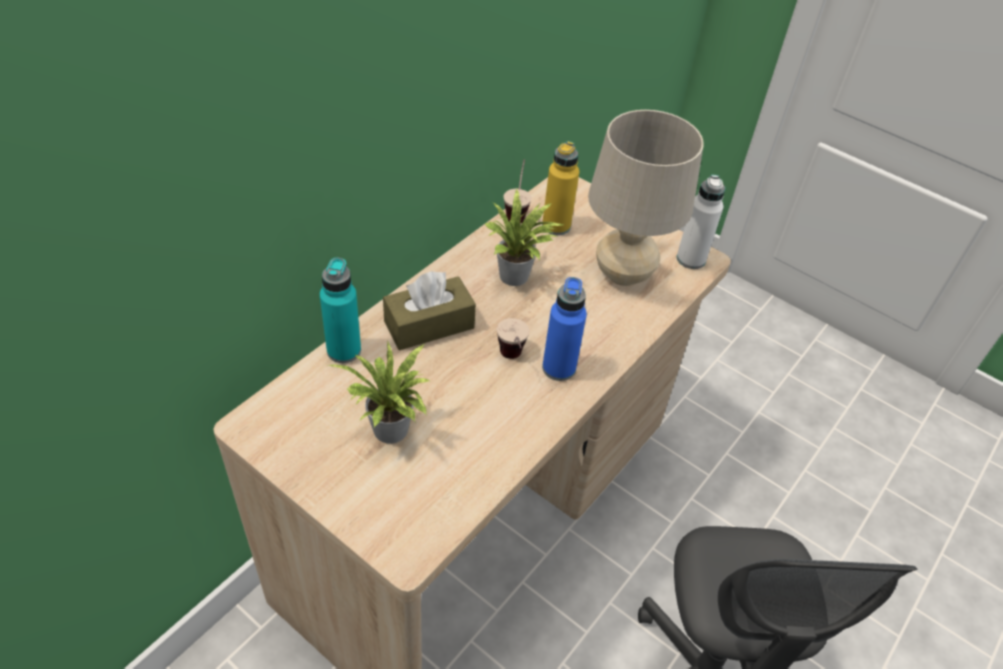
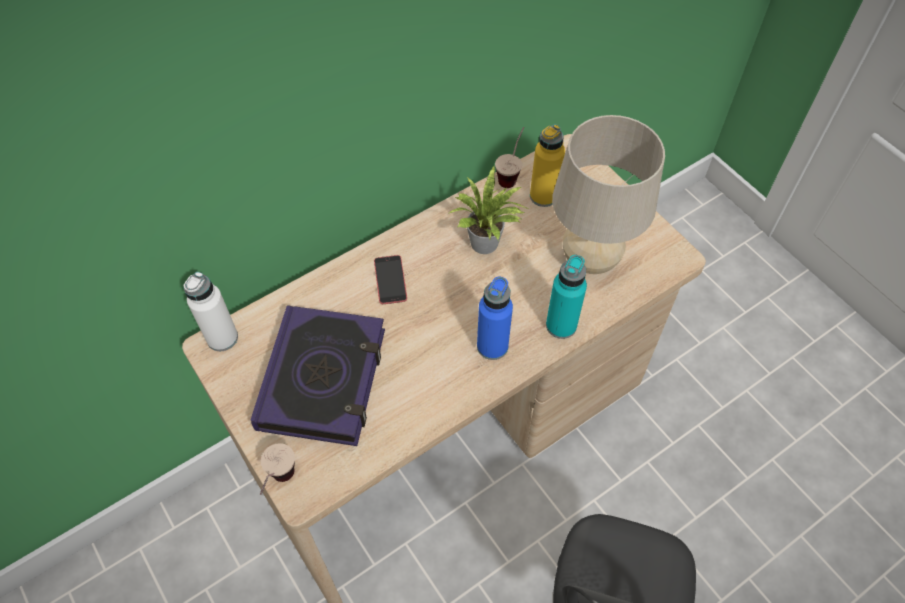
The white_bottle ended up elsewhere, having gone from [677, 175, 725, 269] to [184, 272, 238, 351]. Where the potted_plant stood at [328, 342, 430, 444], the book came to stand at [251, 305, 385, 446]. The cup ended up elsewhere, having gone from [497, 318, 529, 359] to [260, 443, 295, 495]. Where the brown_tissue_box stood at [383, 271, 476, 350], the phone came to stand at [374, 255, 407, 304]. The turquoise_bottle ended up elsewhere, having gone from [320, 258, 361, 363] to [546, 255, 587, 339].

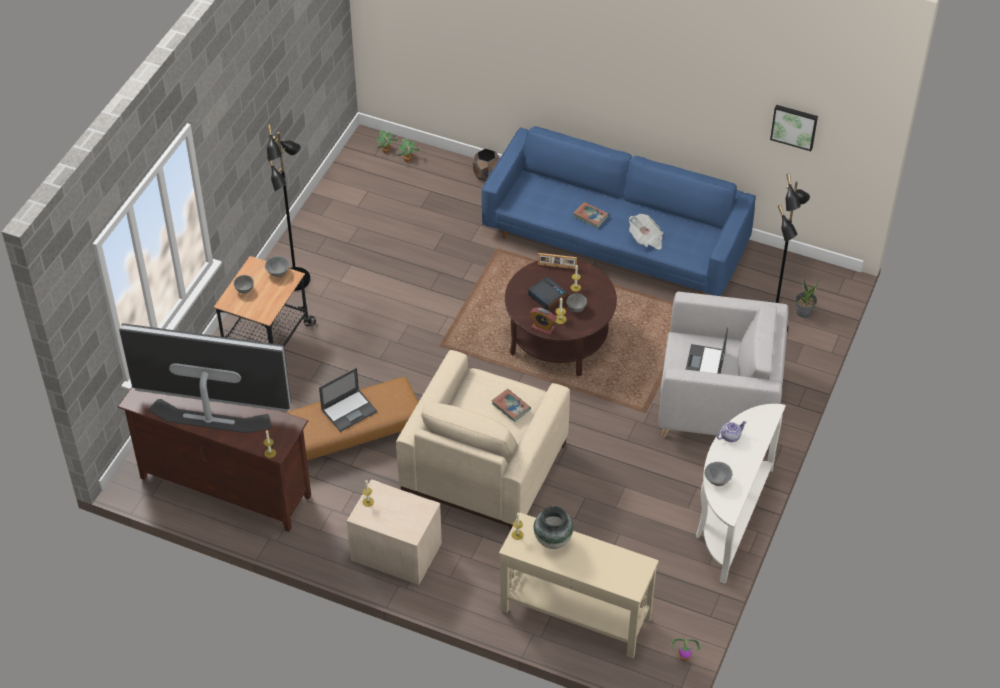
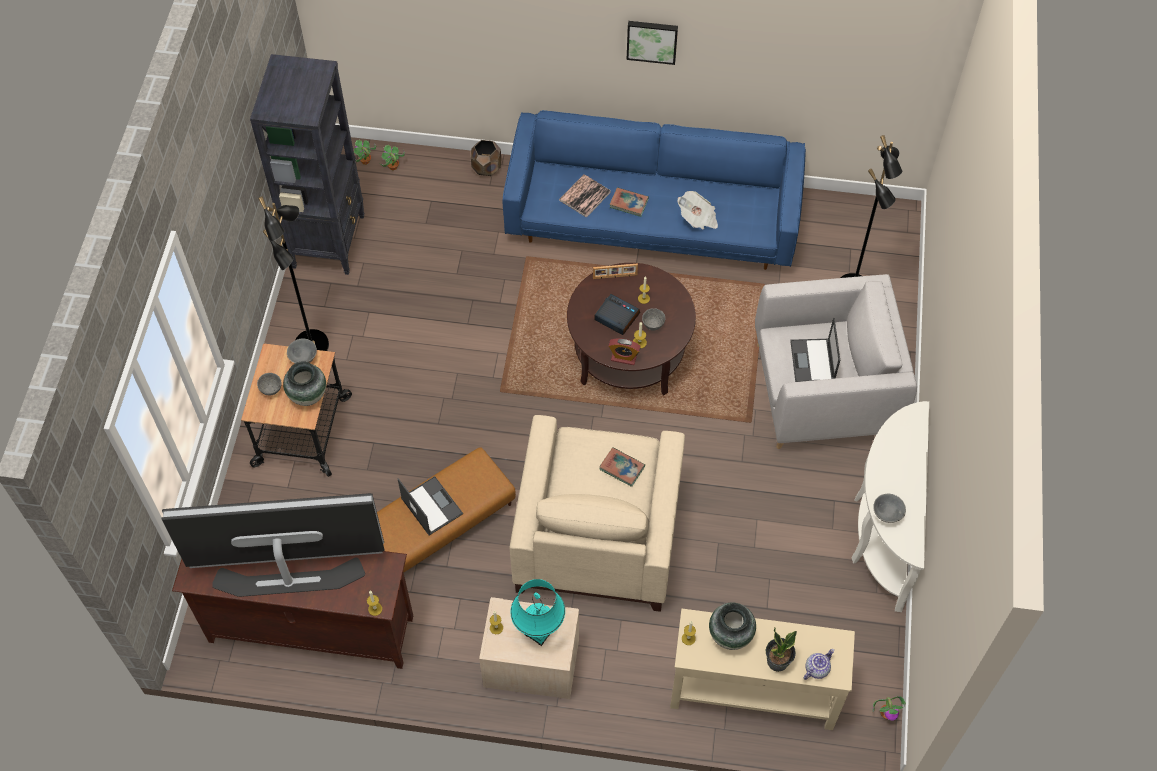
The second view gained the black_bookcase at [250, 54, 365, 275]. The second view gained the vase at [283, 361, 326, 406]. The laptop at [319, 368, 377, 432] ended up facing another way, 75 degrees counterclockwise from before. The second view gained the turquoise_table_lamp at [510, 579, 565, 646]. The second view gained the book at [559, 174, 611, 217]. The picture ended up elsewhere, having gone from [770, 105, 818, 151] to [627, 21, 678, 65]. The potted_plant ended up elsewhere, having gone from [796, 274, 819, 318] to [766, 627, 797, 672]. The teapot ended up elsewhere, having gone from [717, 421, 747, 442] to [804, 649, 834, 680].

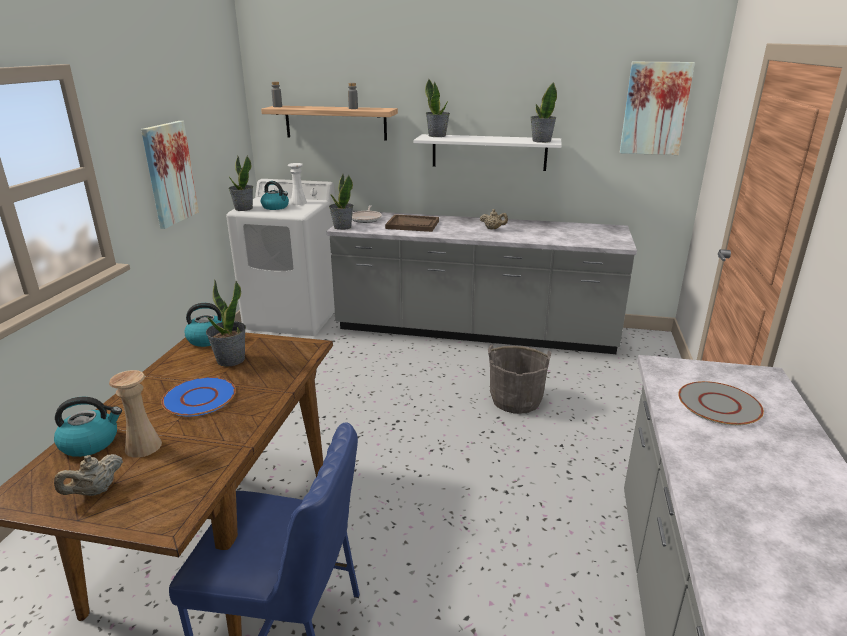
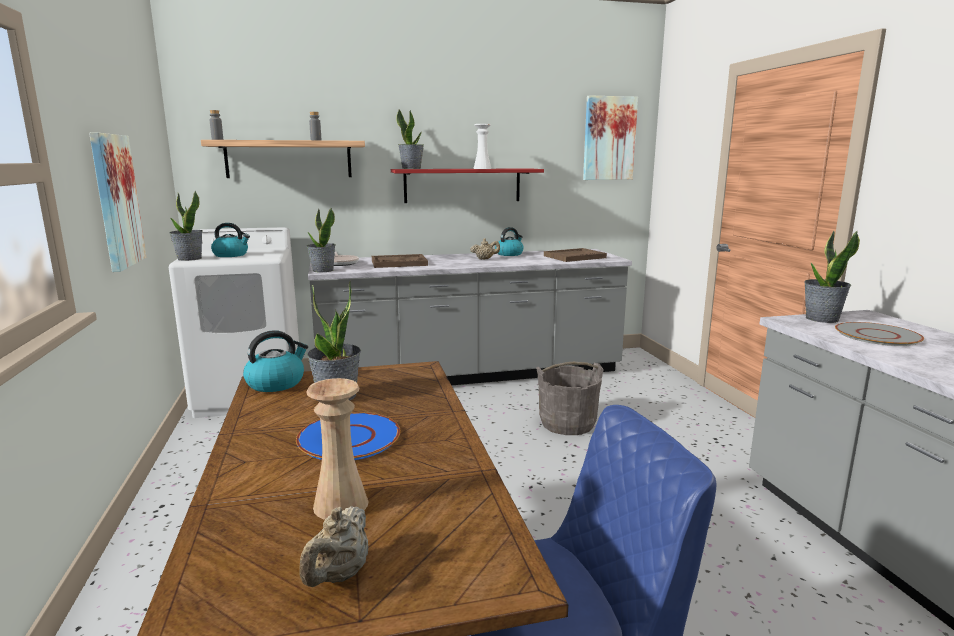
What was the white_shelf at [413, 134, 561, 171] turned into the red_shelf at [391, 168, 544, 203]. The white_vase ended up elsewhere, having gone from [288, 163, 307, 205] to [473, 124, 491, 169]. The kettle ended up elsewhere, having gone from [54, 397, 122, 457] to [495, 227, 524, 256]. The second view gained the brown_tray at [544, 248, 607, 262]. The potted_plant ended up elsewhere, having gone from [530, 82, 557, 143] to [804, 230, 860, 323].

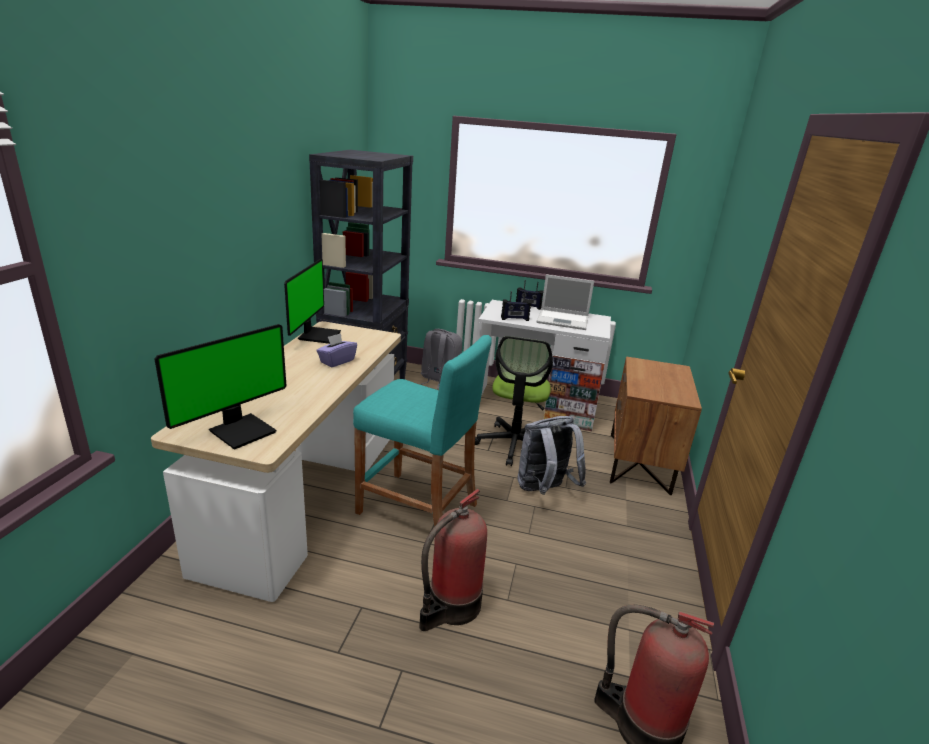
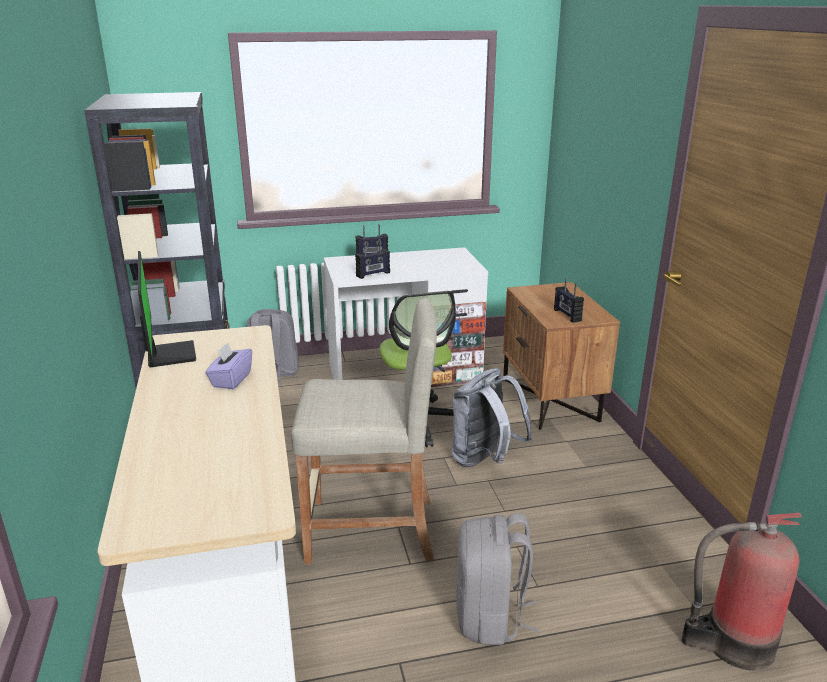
What was the turquoise_stool at [353, 335, 492, 527] turned into the beige_stool at [291, 297, 437, 564]. Where the fire_extinguisher stood at [419, 489, 487, 631], the grey_backpack came to stand at [457, 513, 541, 645]. The second view gained the radio at [554, 277, 584, 323]. The second view lost the monitor at [155, 324, 287, 450]. The second view lost the laptop at [536, 274, 594, 330].

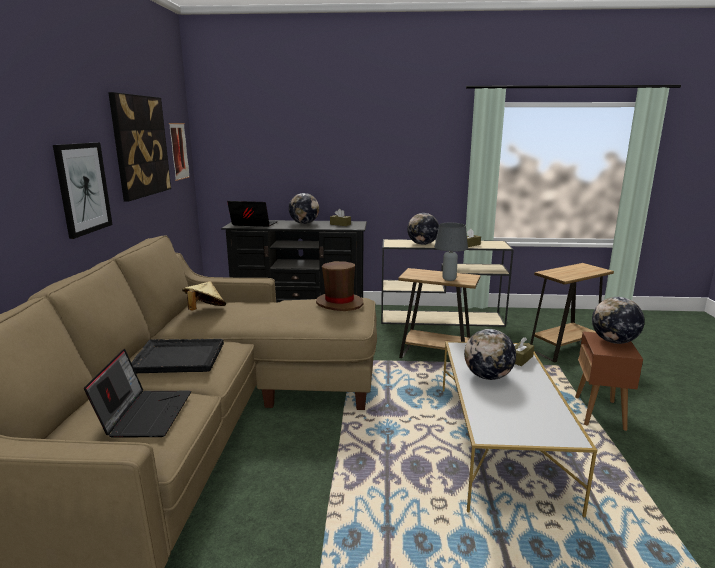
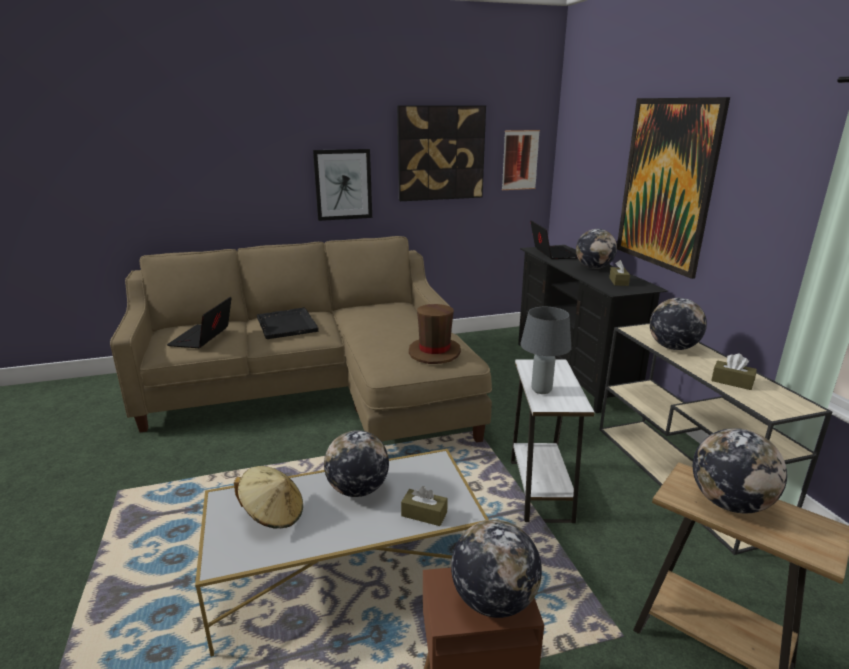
The laptop at [84, 349, 191, 438] ended up facing another way, 120 degrees clockwise from before. The beige_hat ended up elsewhere, having gone from [182, 281, 226, 311] to [234, 466, 303, 529]. What was the brown_side_table at [398, 268, 481, 358] turned into the white_side_table at [511, 359, 595, 523]. The second view gained the picture at [617, 97, 730, 279]. The second view gained the globe at [693, 428, 787, 513].

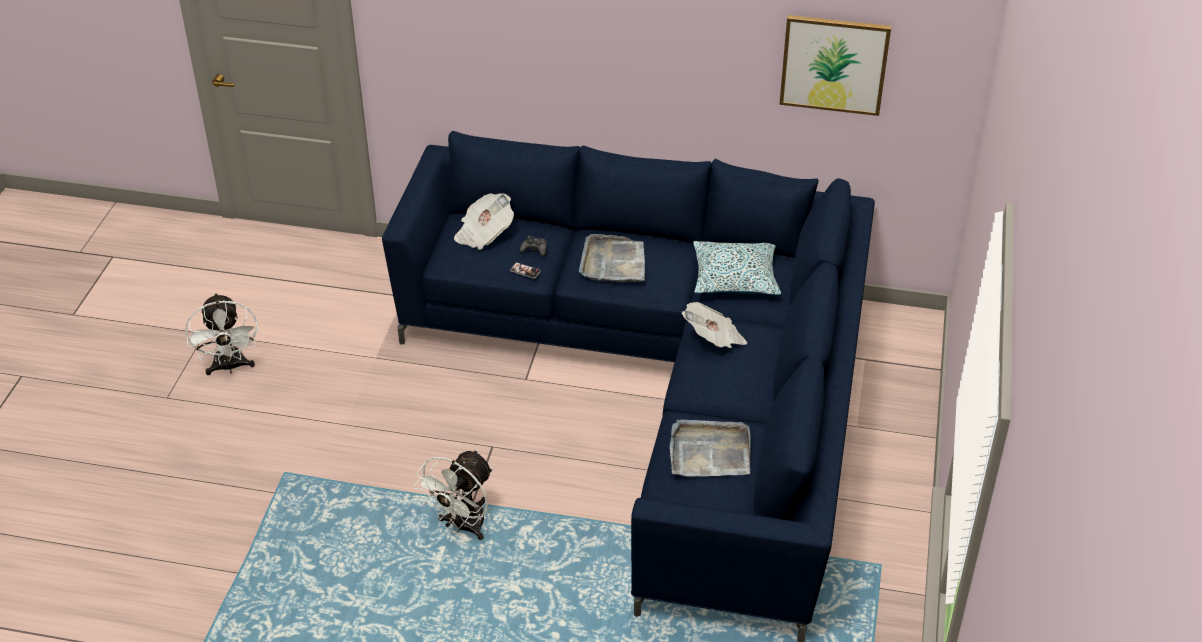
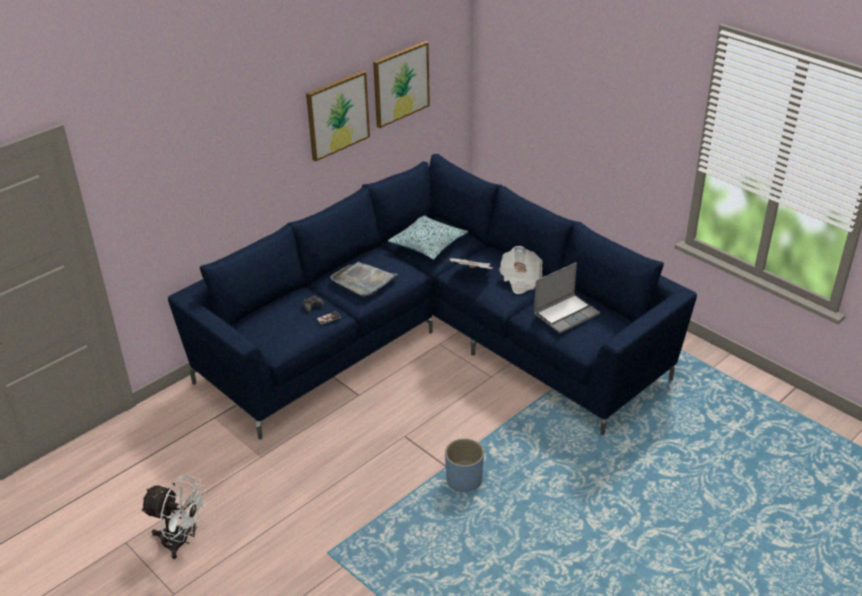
The second view gained the picture at [306, 71, 370, 162]. Where the white_fan stood at [414, 450, 493, 540], the blue_planter came to stand at [445, 438, 484, 493]. The newspaper ended up elsewhere, having gone from [454, 193, 514, 250] to [499, 246, 543, 294]. Where the grey_tray stood at [670, 420, 751, 477], the laptop came to stand at [534, 262, 600, 333].

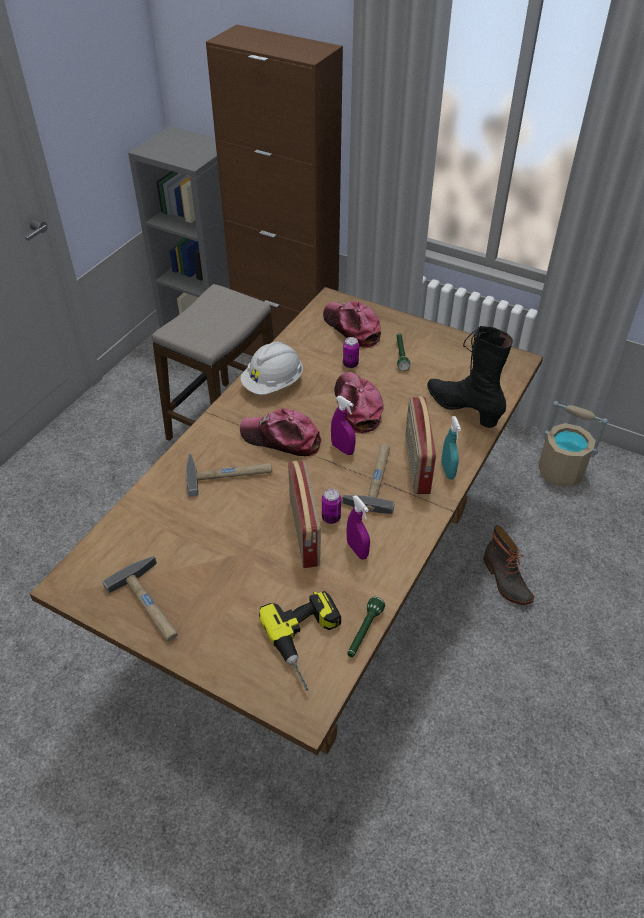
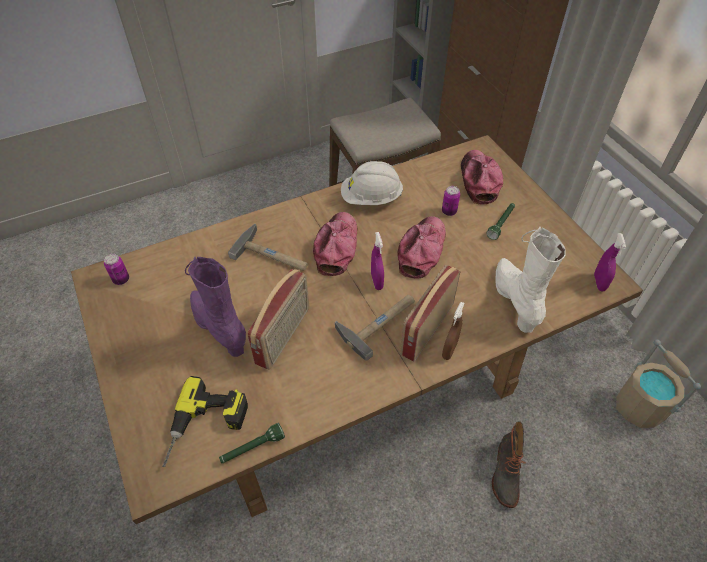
The can ended up elsewhere, having gone from [322, 489, 341, 524] to [104, 254, 129, 285]. The second view gained the purple_boot at [185, 257, 246, 357]. The cap at [240, 409, 322, 456] ended up facing another way, 45 degrees clockwise from before. What was the turquoise_spray_bottle at [441, 416, 461, 479] turned into the brown_spray_bottle at [442, 302, 465, 360]. What was the black_boot at [427, 326, 513, 428] turned into the white_boot at [496, 227, 566, 333]. The purple_spray_bottle ended up elsewhere, having gone from [347, 495, 370, 560] to [594, 233, 626, 291]. The second view lost the hammer at [103, 556, 178, 641].

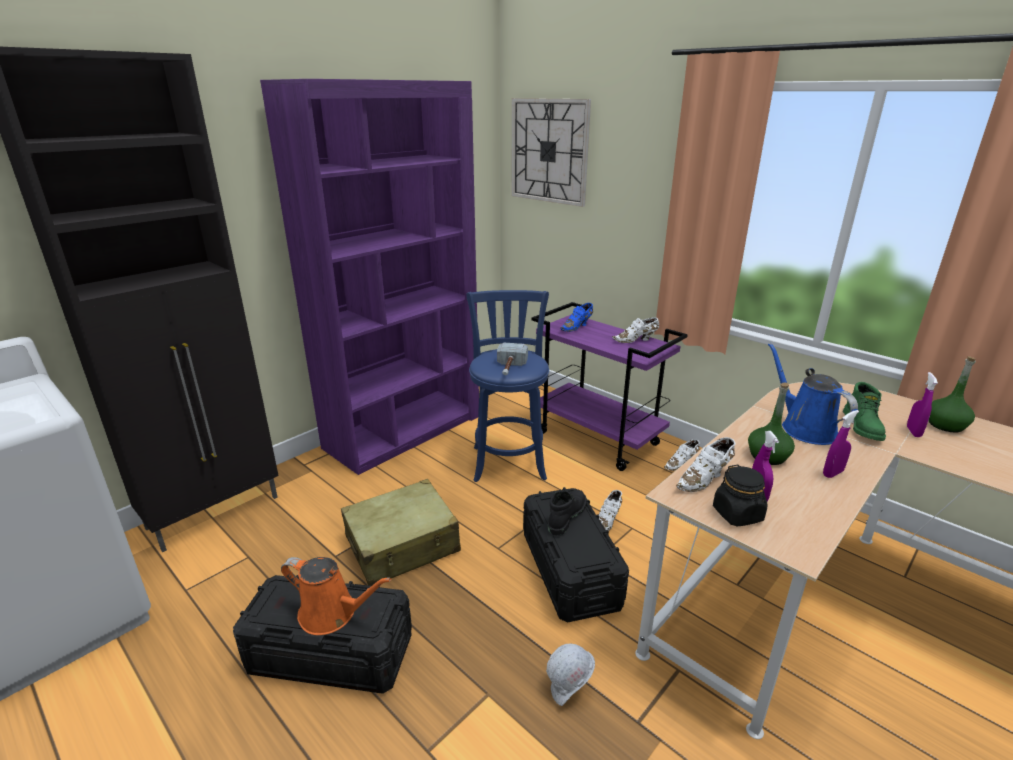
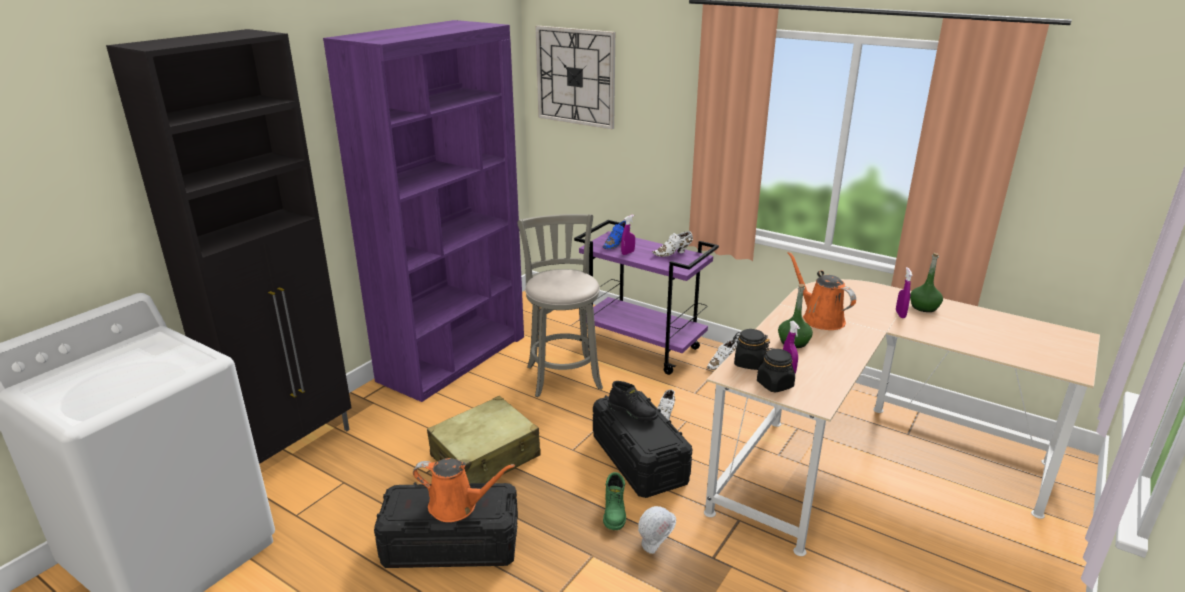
What was the blue_stool at [466, 290, 549, 482] turned into the grey_stool at [517, 214, 603, 397]. The green_boot ended up elsewhere, having gone from [843, 382, 886, 441] to [603, 472, 626, 530]. The black_boot at [548, 490, 587, 536] ended up facing another way, 105 degrees clockwise from before. The purple_spray_bottle ended up elsewhere, having gone from [823, 410, 859, 478] to [621, 215, 635, 255]. Where the white_shoe stood at [676, 437, 735, 492], the black_jar came to stand at [732, 329, 770, 370]. What was the blue_watering_can at [768, 343, 858, 445] turned into the orange_watering_can at [788, 251, 856, 330]. The second view lost the hammer at [497, 343, 528, 375].

